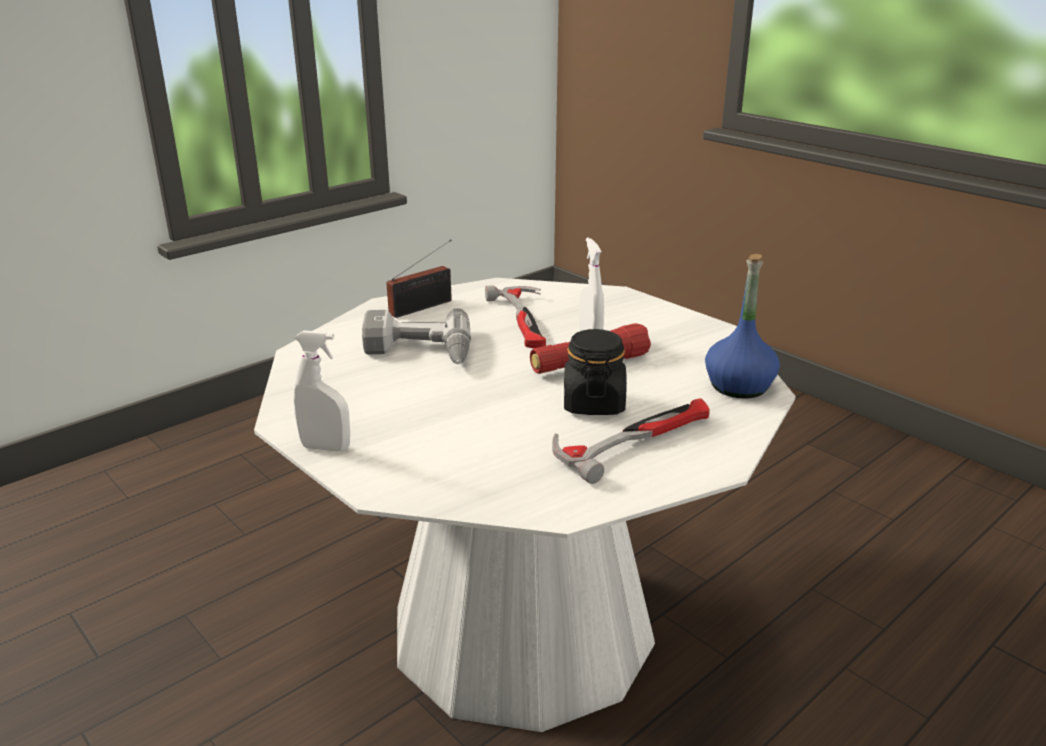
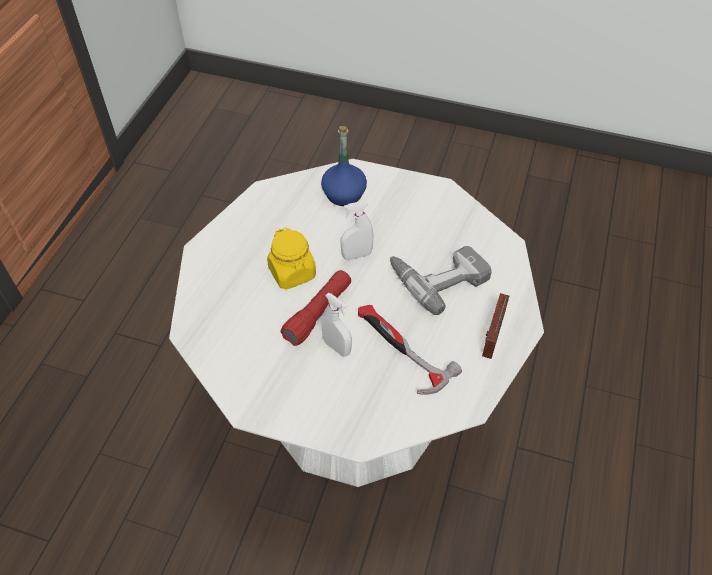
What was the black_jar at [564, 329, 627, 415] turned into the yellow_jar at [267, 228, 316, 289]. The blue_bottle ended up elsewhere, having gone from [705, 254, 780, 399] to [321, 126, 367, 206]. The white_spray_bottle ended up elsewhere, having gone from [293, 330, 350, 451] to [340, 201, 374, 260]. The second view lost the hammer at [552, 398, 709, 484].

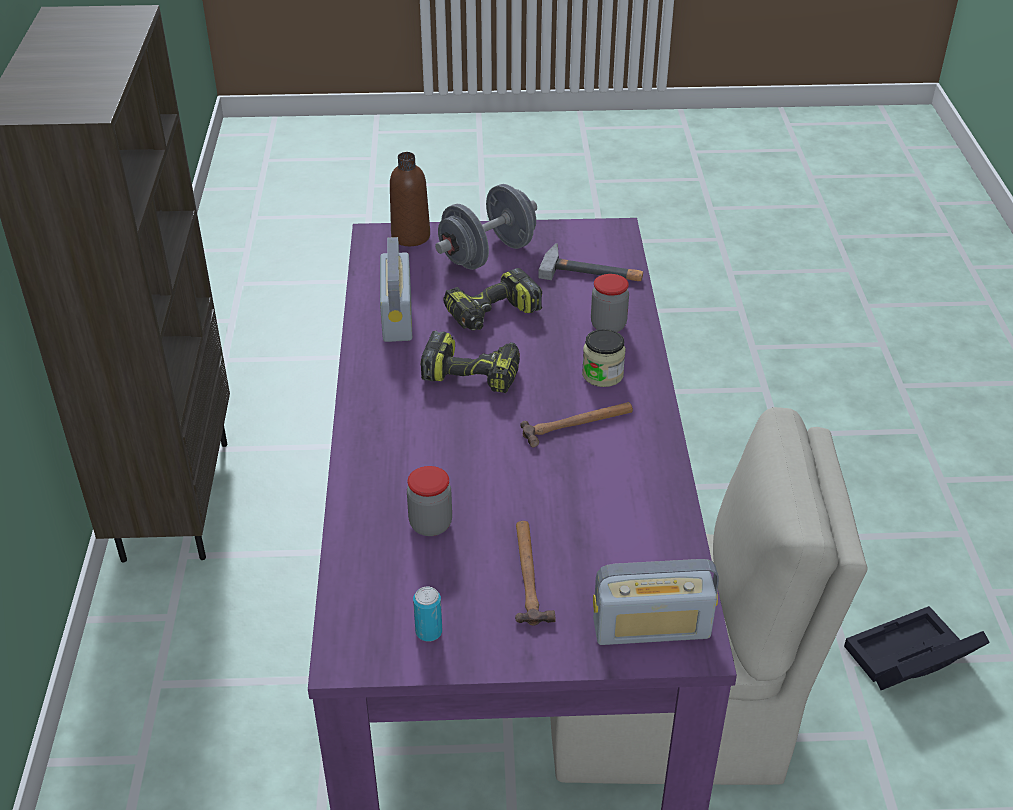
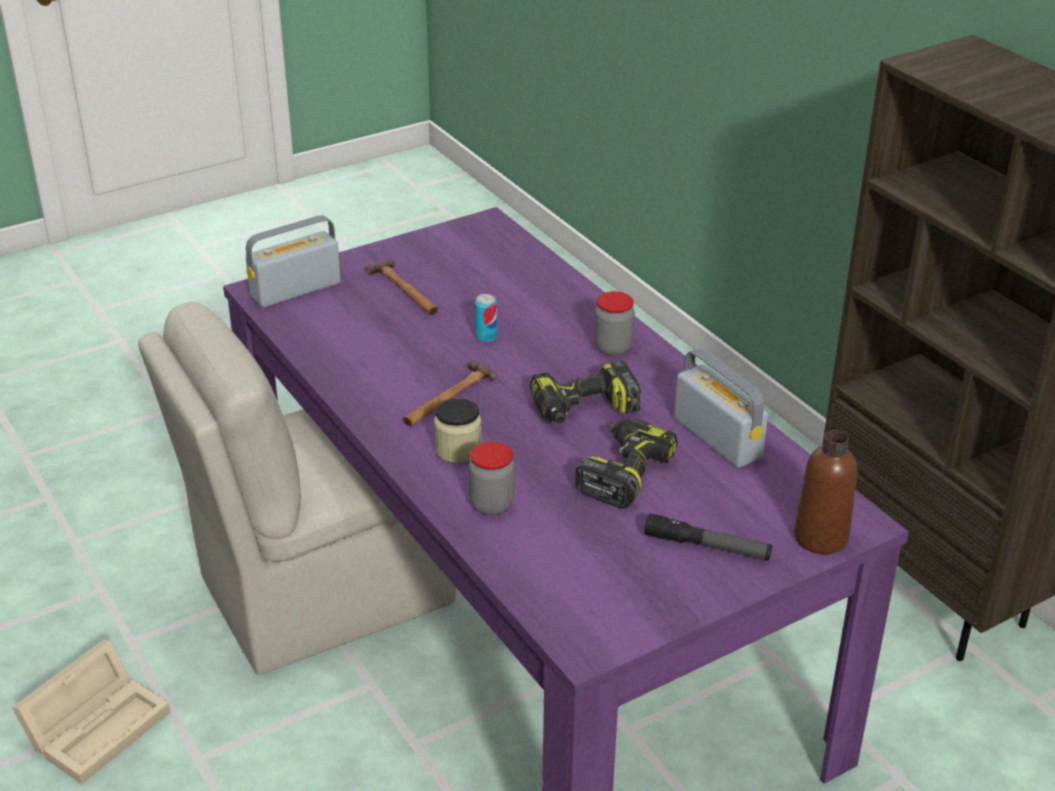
What was the black_storage_box at [844, 606, 990, 690] turned into the beige_storage_box at [12, 640, 170, 784]. The can ended up elsewhere, having gone from [413, 587, 442, 641] to [475, 294, 497, 342]. The jar ended up elsewhere, having gone from [407, 466, 452, 536] to [594, 291, 634, 356]. Where the grey_dumbbell stood at [435, 184, 537, 270], the flashlight came to stand at [644, 513, 772, 561]. The second view lost the hammer at [538, 243, 643, 281].

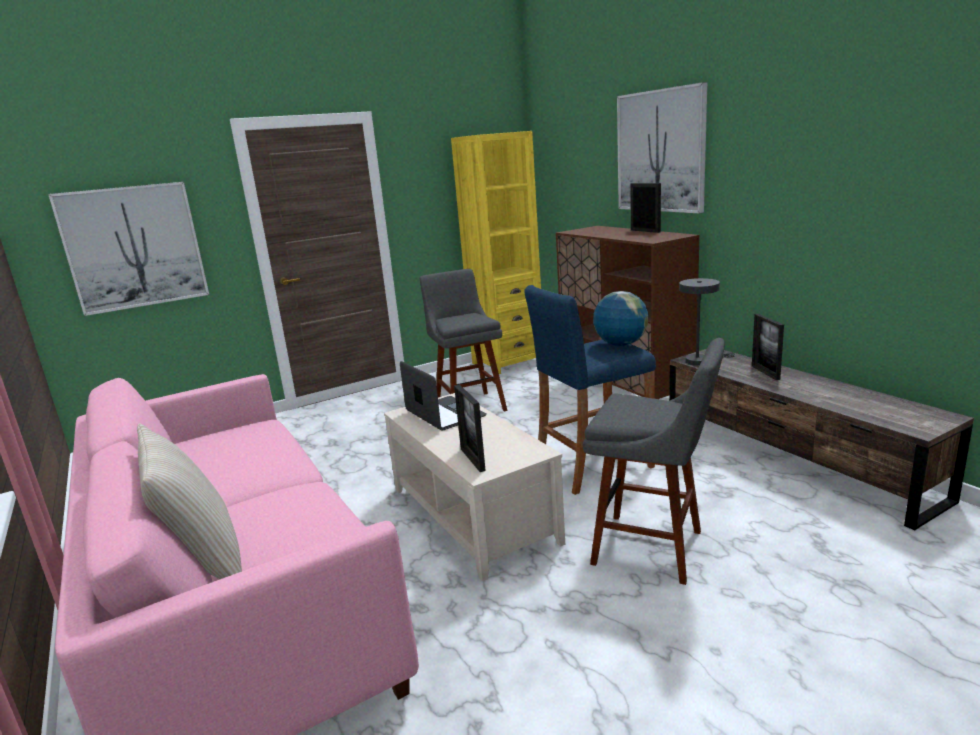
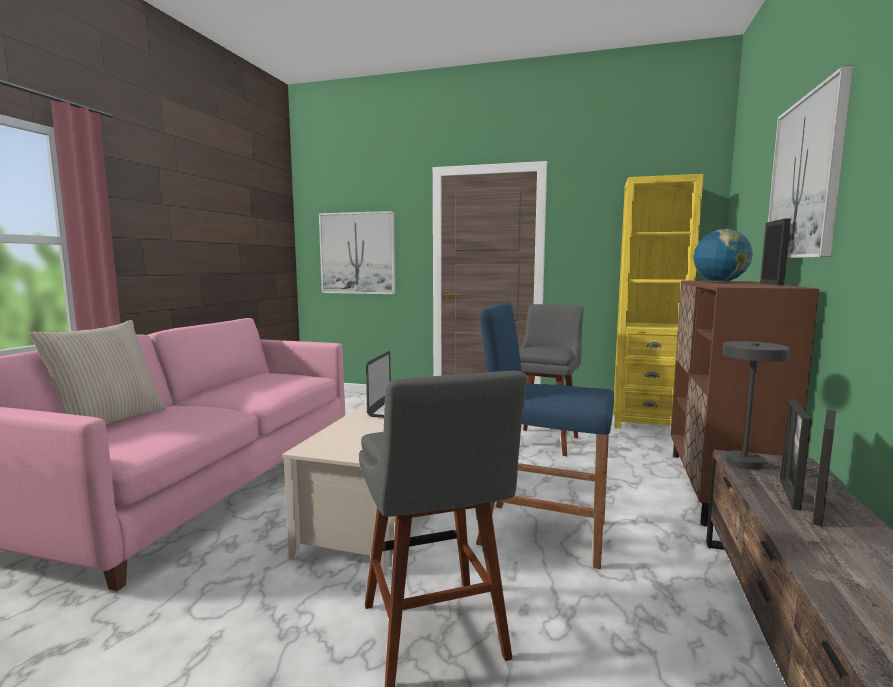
The globe ended up elsewhere, having gone from [593, 291, 648, 346] to [693, 229, 753, 282]. The picture_frame ended up elsewhere, having gone from [454, 384, 486, 472] to [780, 400, 812, 511].

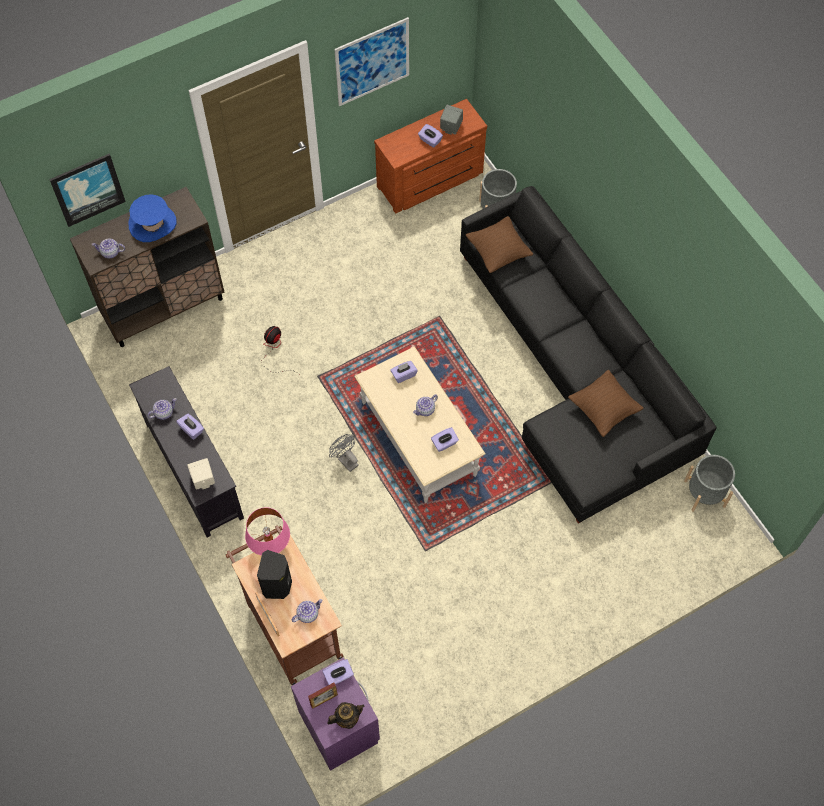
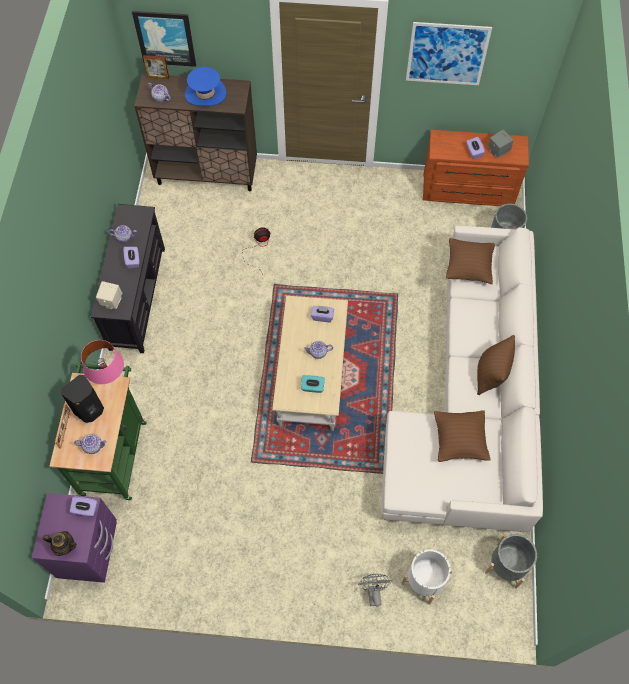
What was the brown_cart at [226, 525, 344, 685] turned into the green_cart at [50, 362, 147, 500]. The picture_frame ended up elsewhere, having gone from [308, 682, 338, 709] to [143, 55, 169, 79]. What was the purple_tissue_box at [431, 427, 459, 452] turned into the turquoise_tissue_box at [301, 375, 325, 393]. The grey_fan ended up elsewhere, having gone from [329, 434, 359, 472] to [358, 574, 392, 606]. What was the black_sofa at [460, 186, 717, 524] turned into the white_sofa at [381, 226, 543, 532]. The second view gained the white_planter at [401, 549, 453, 605]. The second view gained the brown_pillow at [477, 335, 515, 395].

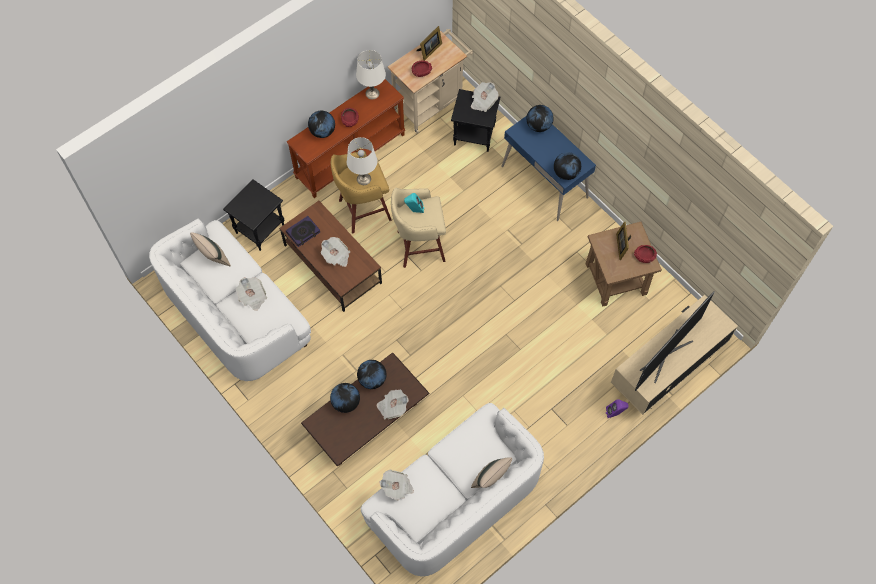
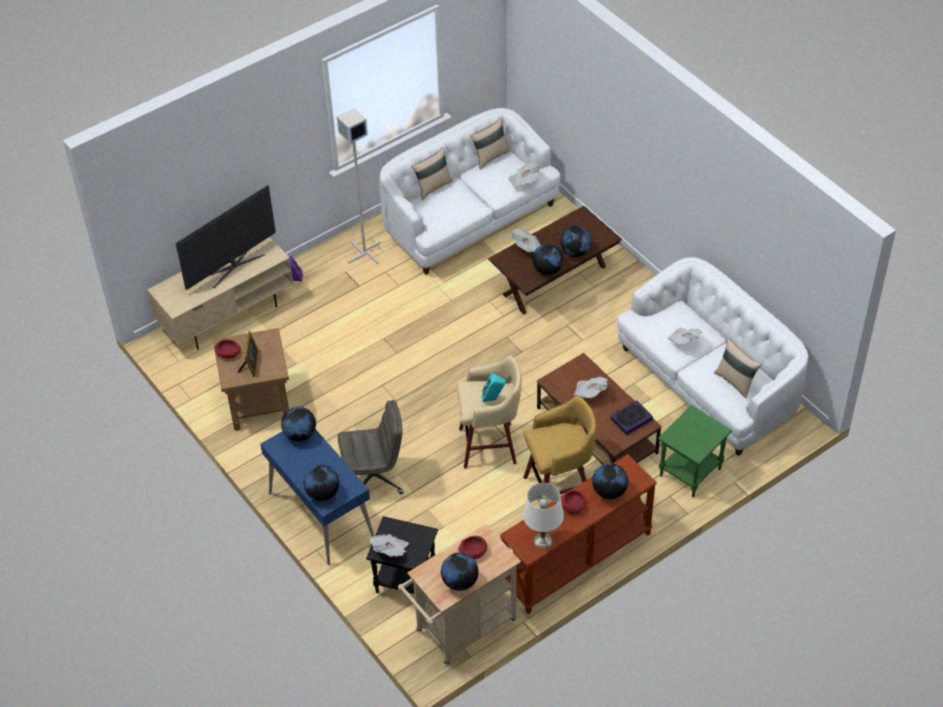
The second view gained the grey_floor_lamp at [337, 108, 381, 264]. The second view gained the grey_office_chair at [338, 400, 404, 495]. Where the picture_frame stood at [417, 26, 442, 61], the globe came to stand at [441, 553, 479, 591]. The second view gained the beige_pillow at [470, 117, 510, 170]. What was the black_side_table at [223, 179, 285, 251] turned into the green_side_table at [658, 405, 732, 497]. The second view lost the white_table_lamp at [347, 137, 377, 185].

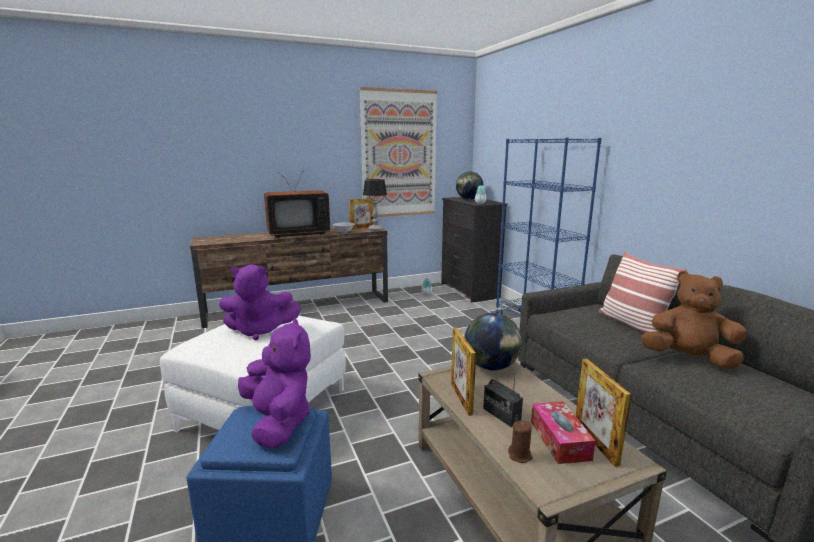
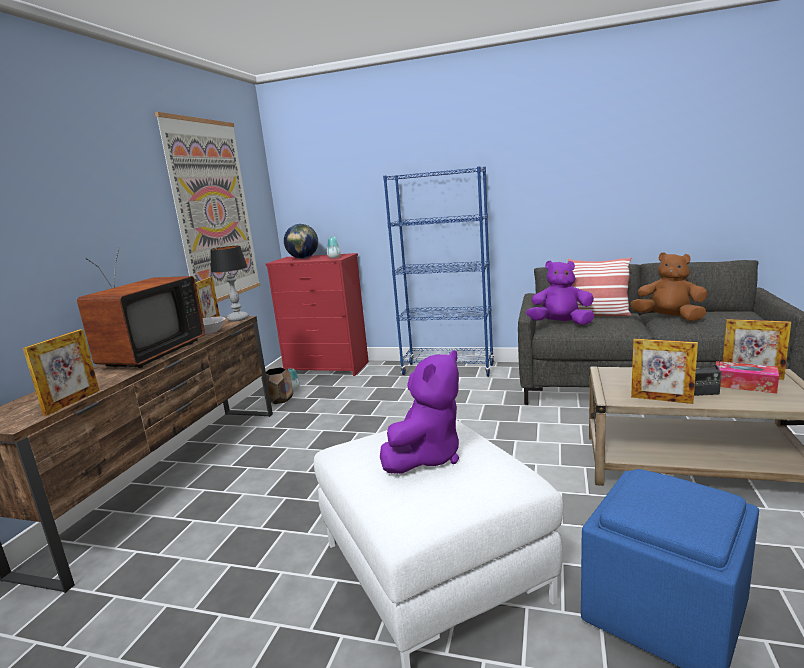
The second view gained the picture_frame at [23, 329, 100, 416]. The second view gained the brown_planter at [261, 367, 293, 404]. What was the black_dresser at [441, 197, 508, 303] turned into the red_dresser at [265, 253, 369, 376]. The purple_plush_toy ended up elsewhere, having gone from [238, 318, 311, 448] to [526, 260, 594, 325]. The brown_plush_toy at [641, 271, 746, 370] ended up facing another way, 60 degrees clockwise from before. The second view lost the globe at [465, 313, 522, 370]. The second view lost the brown_candle at [508, 421, 533, 463].

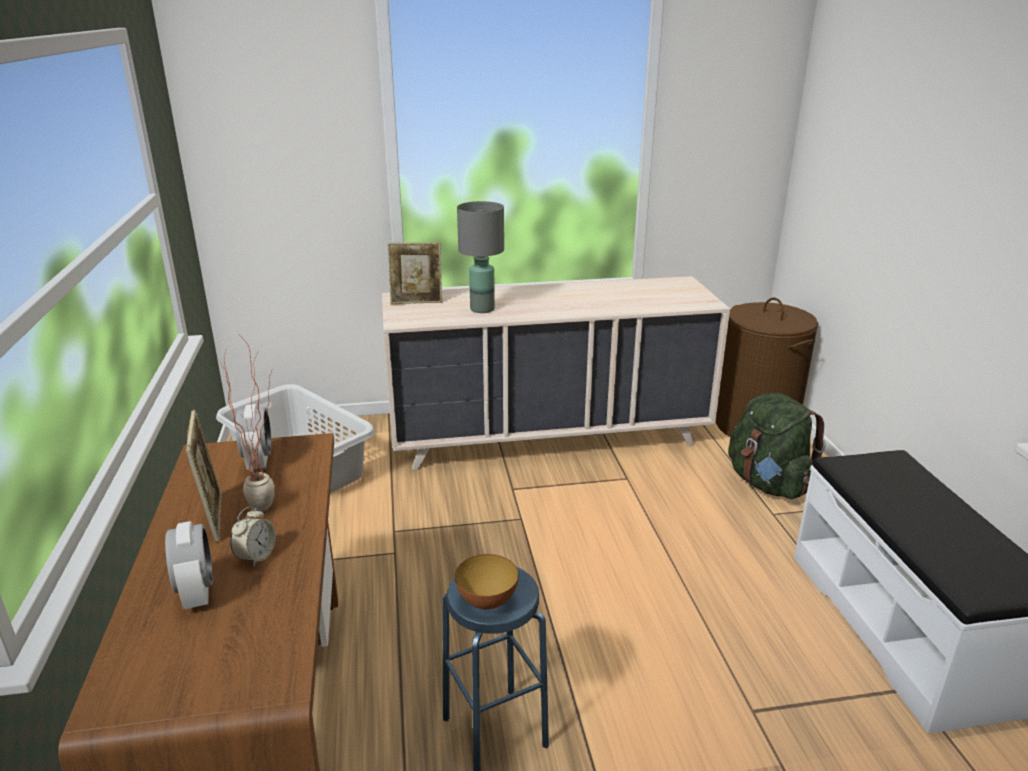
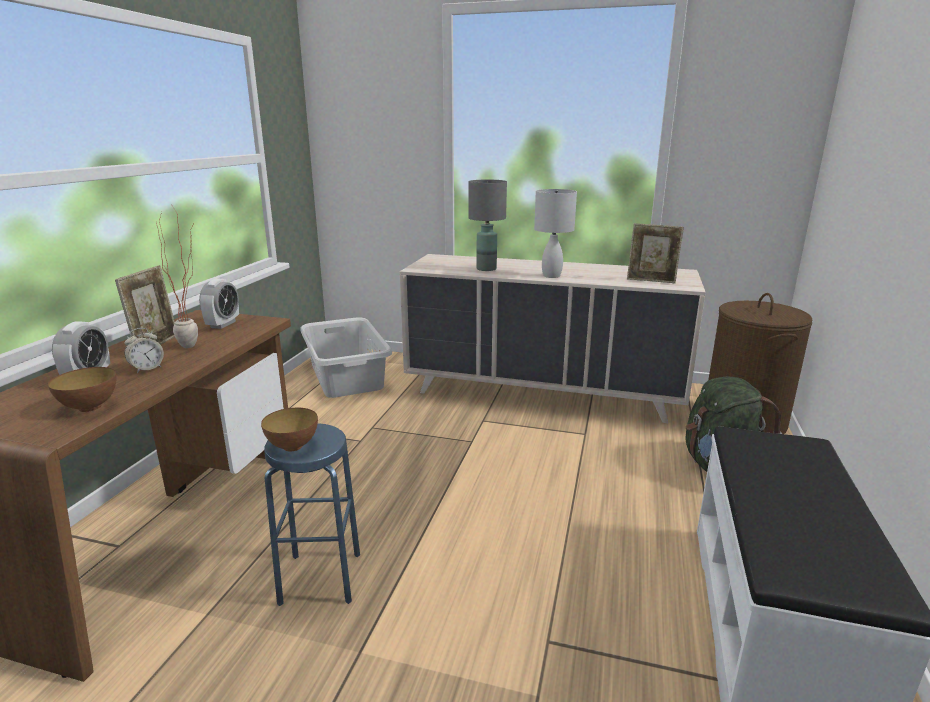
The second view gained the bowl at [48, 367, 117, 412]. The second view gained the white_table_lamp at [534, 189, 577, 278]. The picture_frame ended up elsewhere, having gone from [388, 242, 442, 304] to [627, 223, 684, 283].

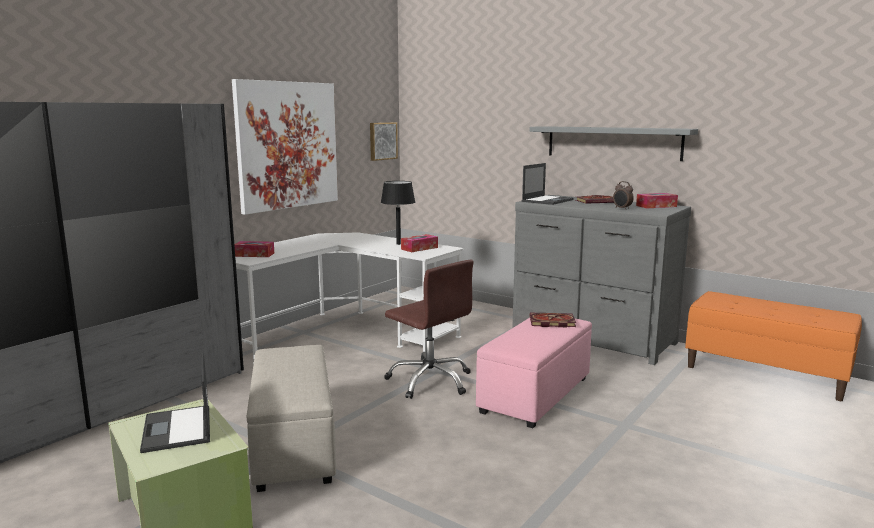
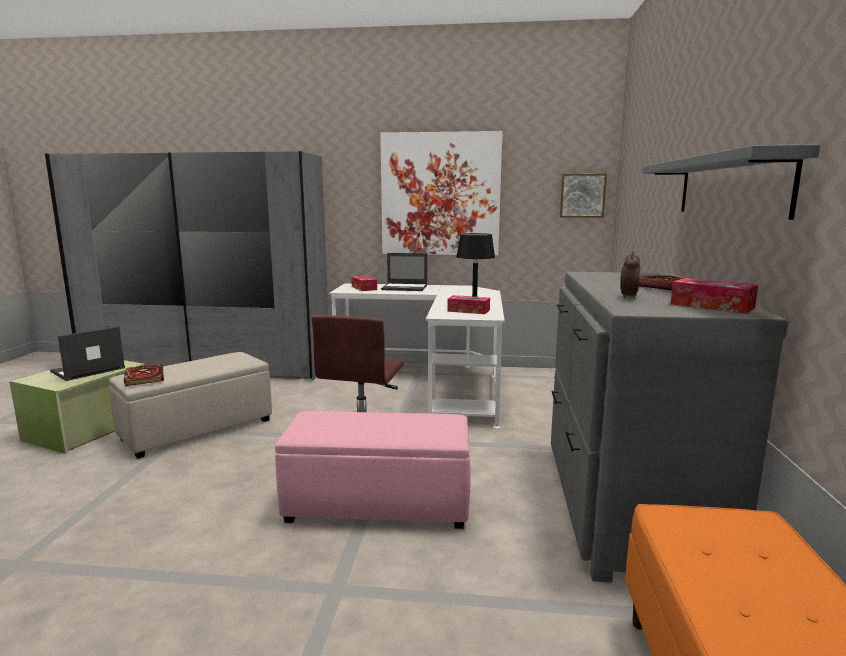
The book ended up elsewhere, having gone from [530, 313, 576, 327] to [124, 364, 164, 386]. The laptop ended up elsewhere, having gone from [522, 163, 574, 205] to [381, 253, 427, 291].

